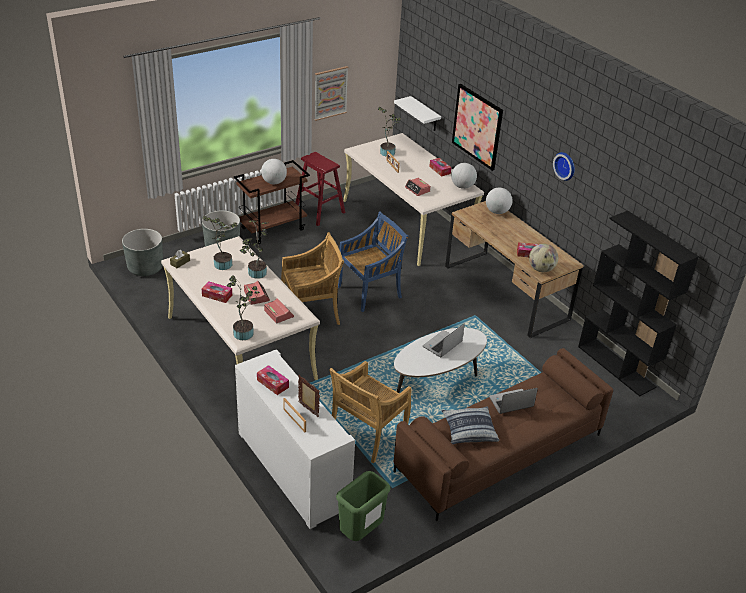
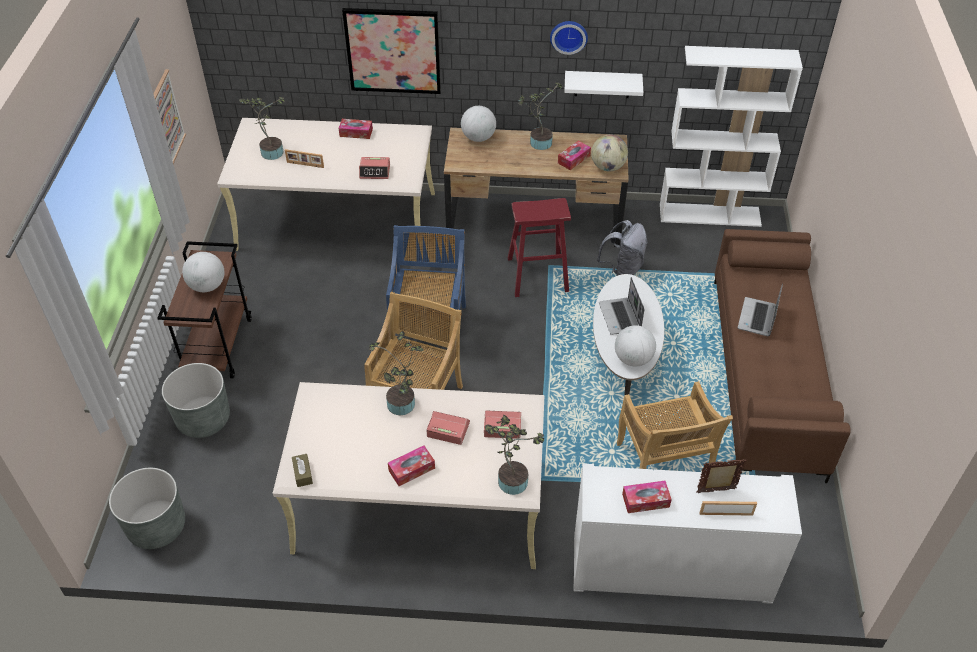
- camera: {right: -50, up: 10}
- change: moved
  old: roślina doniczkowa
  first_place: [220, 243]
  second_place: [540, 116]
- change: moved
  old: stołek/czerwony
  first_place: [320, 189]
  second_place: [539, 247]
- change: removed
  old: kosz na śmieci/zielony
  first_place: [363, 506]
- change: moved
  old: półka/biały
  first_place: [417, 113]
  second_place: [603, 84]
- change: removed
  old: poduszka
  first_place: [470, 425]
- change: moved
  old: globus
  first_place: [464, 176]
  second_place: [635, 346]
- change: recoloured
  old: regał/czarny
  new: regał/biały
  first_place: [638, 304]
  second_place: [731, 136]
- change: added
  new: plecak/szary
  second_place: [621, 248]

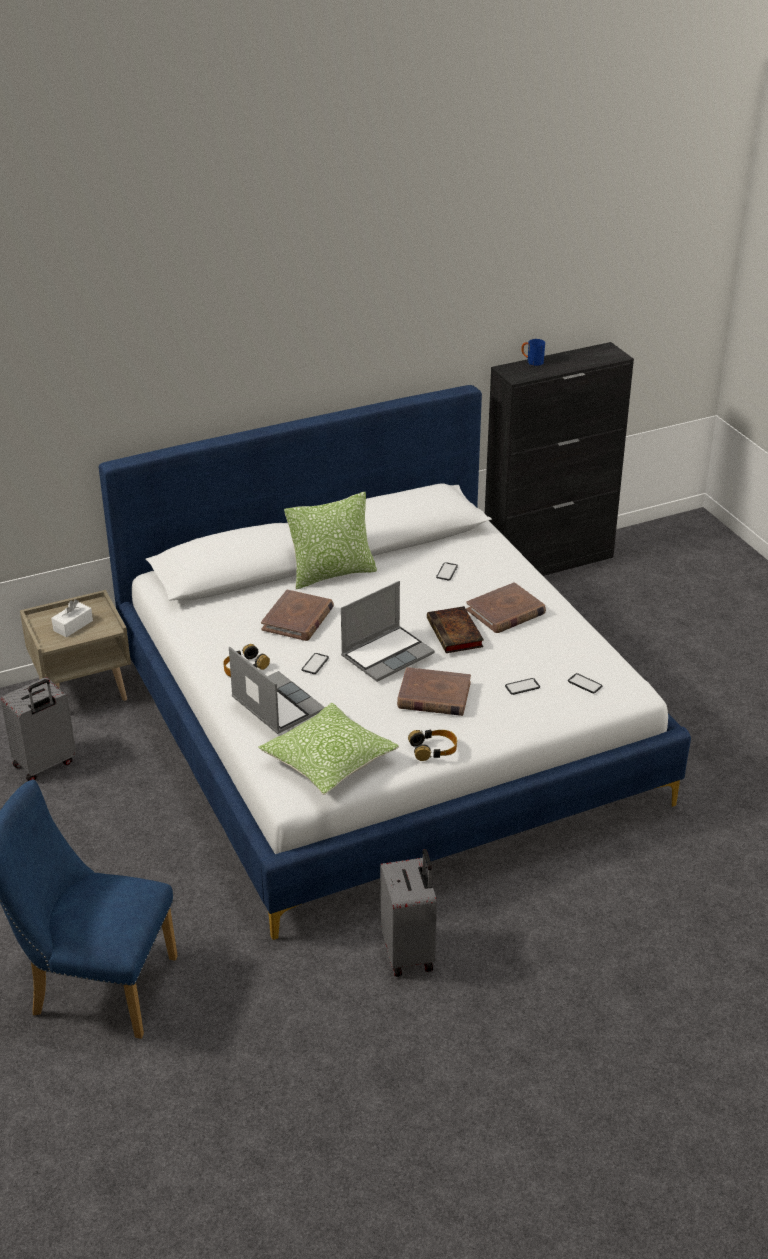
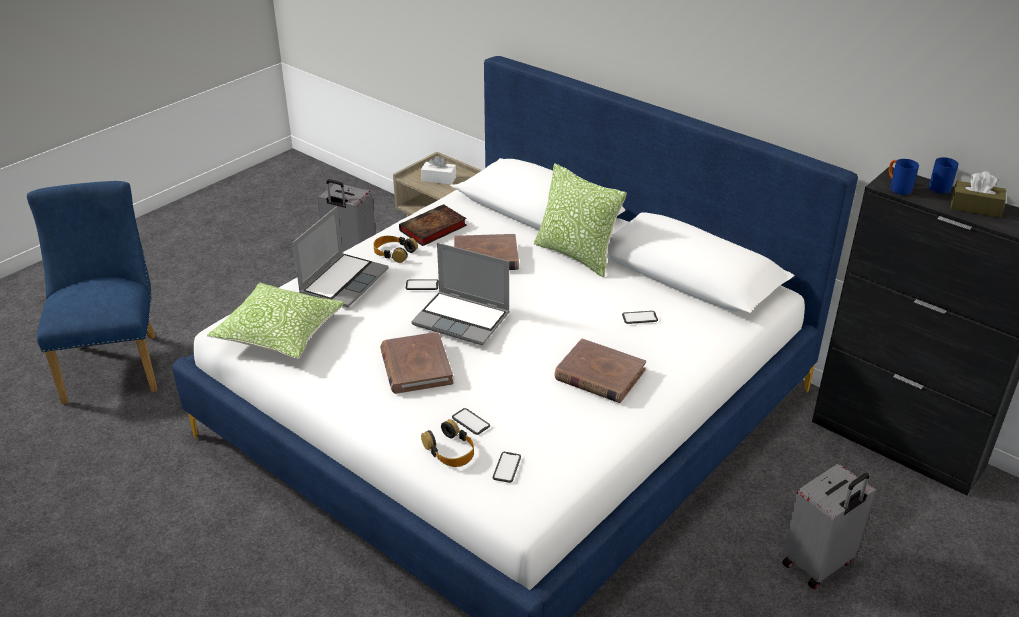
- camera: {right: 65, up: 0}
- change: moved
  old: walizka/szary
  first_place: [408, 913]
  second_place: [829, 526]
- change: moved
  old: słuchawki
  first_place: [432, 745]
  second_place: [447, 443]
- change: moved
  old: książka
  first_place: [455, 629]
  second_place: [433, 225]
- change: added
  new: kubek/niebieski
  second_place: [904, 177]
- change: added
  new: pudełko chusteczek/brązowy
  second_place: [978, 194]

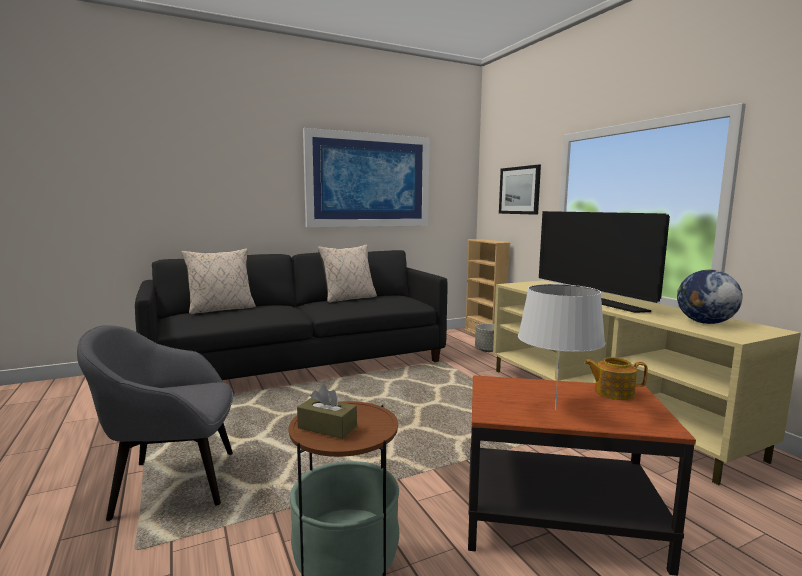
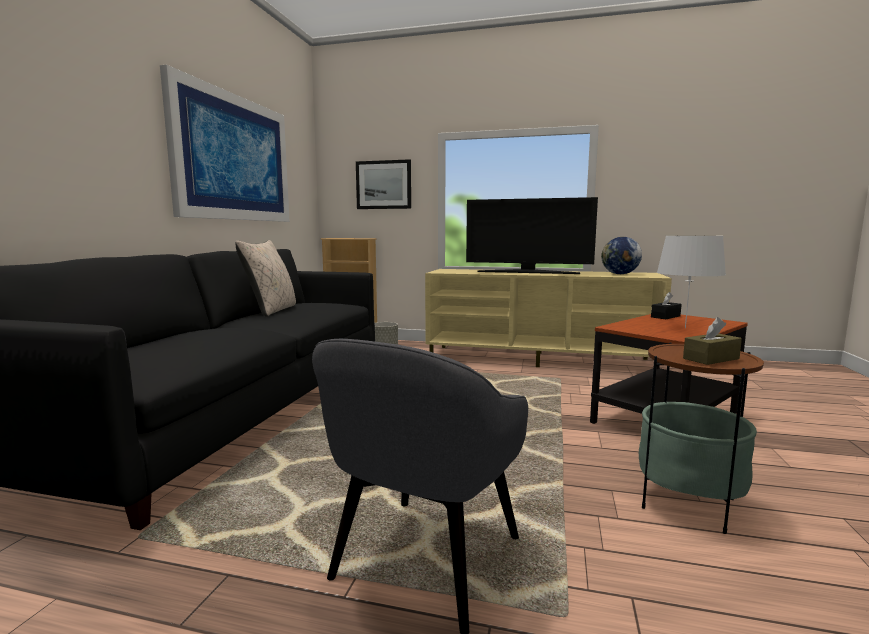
- camera: {right: -50, up: 0}
- change: removed
  old: poduszka/beżowy
  first_place: [218, 281]
- change: replaced
  old: imbryk
  new: pudełko chusteczek/czarny
  first_place: [616, 378]
  second_place: [666, 305]

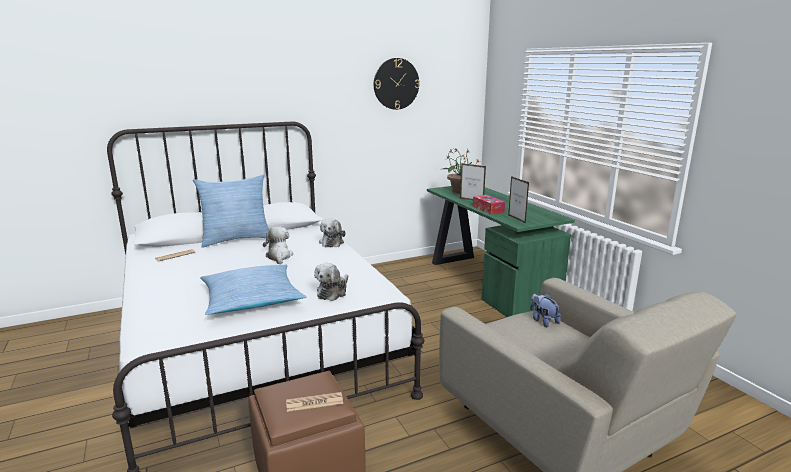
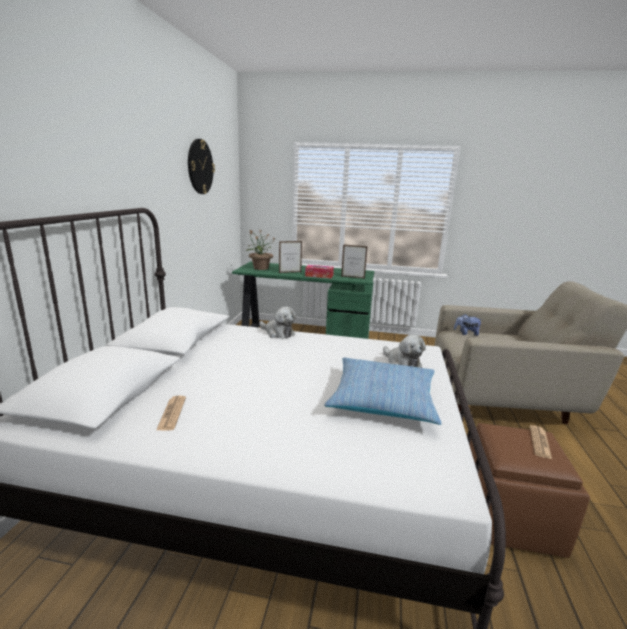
- camera: {right: -55, up: 0}
- change: removed
  old: poduszka
  first_place: [231, 211]
- change: removed
  old: pluszak
  first_place: [278, 245]

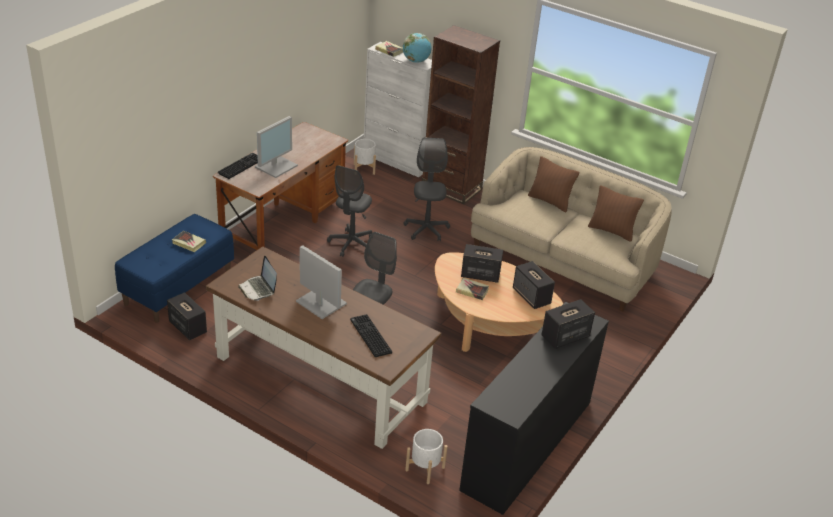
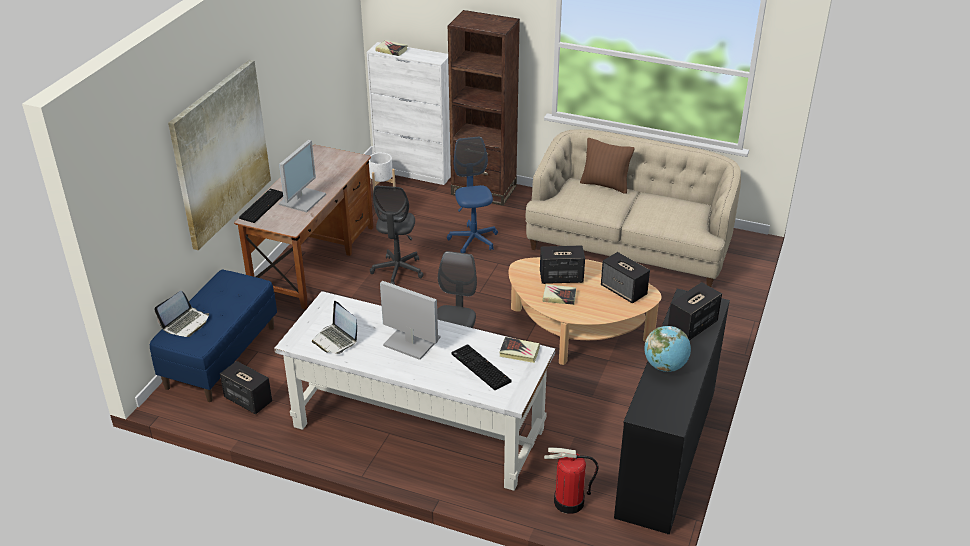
- camera: {right: -10, up: 0}
- change: moved
  old: książka
  first_place: [189, 241]
  second_place: [519, 350]
- change: recoloured
  old: biurko/brązowy
  new: biurko/biały
  first_place: [323, 347]
  second_place: [414, 391]
- change: moved
  old: globus
  first_place: [417, 48]
  second_place: [667, 349]
- change: recoloured
  old: krzesło biurowe/szary
  new: krzesło biurowe/niebieski
  first_place: [427, 189]
  second_place: [472, 194]
- change: replaced
  old: donica/biały
  new: gaśnica
  first_place: [426, 456]
  second_place: [571, 480]
- change: removed
  old: poduszka/brązowy
  first_place: [616, 213]
- change: added
  new: laptop
  second_place: [181, 314]
- change: added
  new: obraz
  second_place: [219, 155]

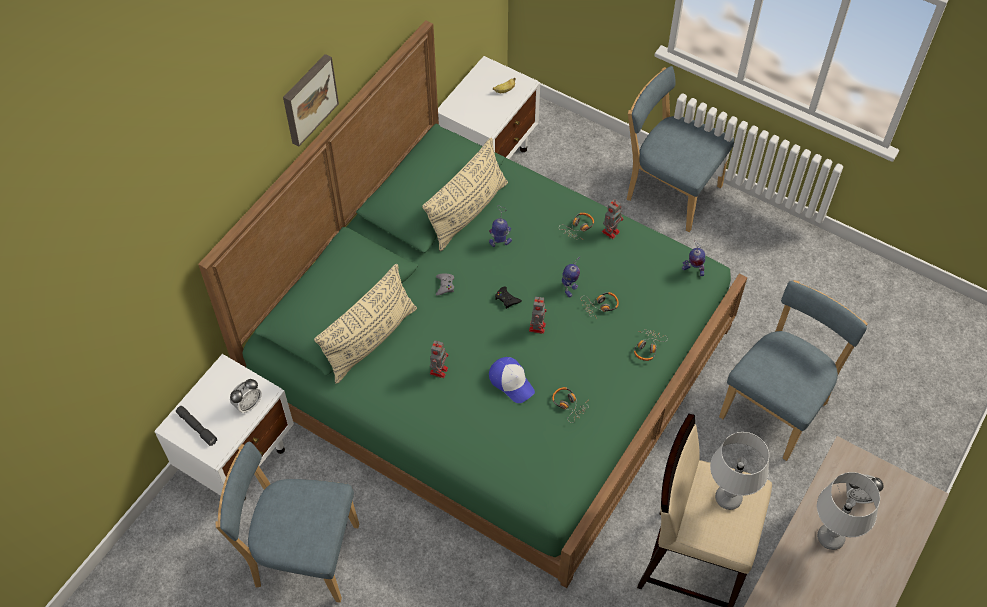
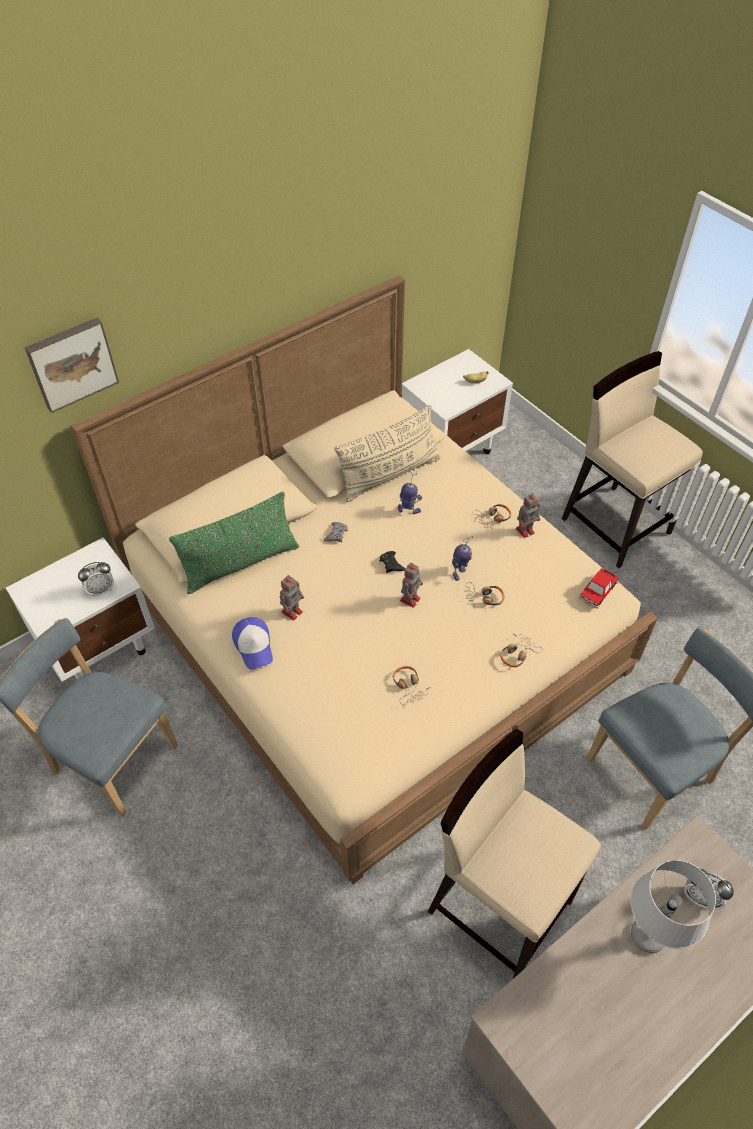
- camera: {right: 20, up: -5}
- change: removed
  old: latarka/szary
  first_place: [196, 426]
- change: recoloured
  old: łóżko/zielony
  new: łóżko/beżowy
  first_place: [472, 304]
  second_place: [364, 579]
- change: moved
  old: obraz
  first_place: [311, 100]
  second_place: [72, 365]
- change: recoloured
  old: poduszka/beżowy
  new: poduszka/zielony
  first_place: [365, 324]
  second_place: [234, 543]
- change: moved
  old: czapka z daszkiem
  first_place: [512, 380]
  second_place: [252, 643]
- change: replaced
  old: krzesło/niebieski
  new: stołek/beżowy
  first_place: [680, 149]
  second_place: [632, 459]
- change: replaced
  old: robot zabawkowy
  new: samochodzik
  first_place: [693, 258]
  second_place: [599, 588]
- change: removed
  old: lampa stołowa/szary
  first_place: [739, 471]

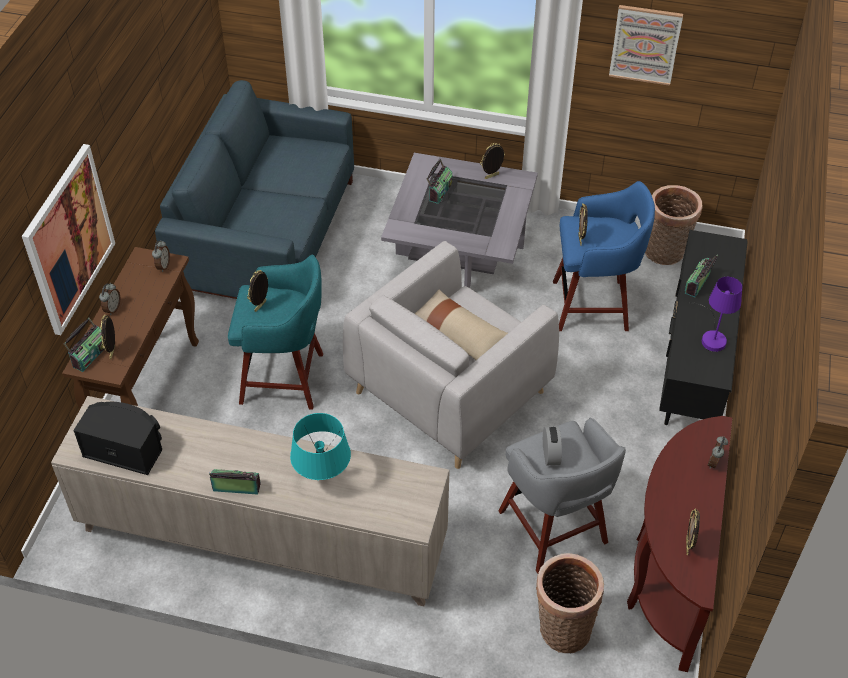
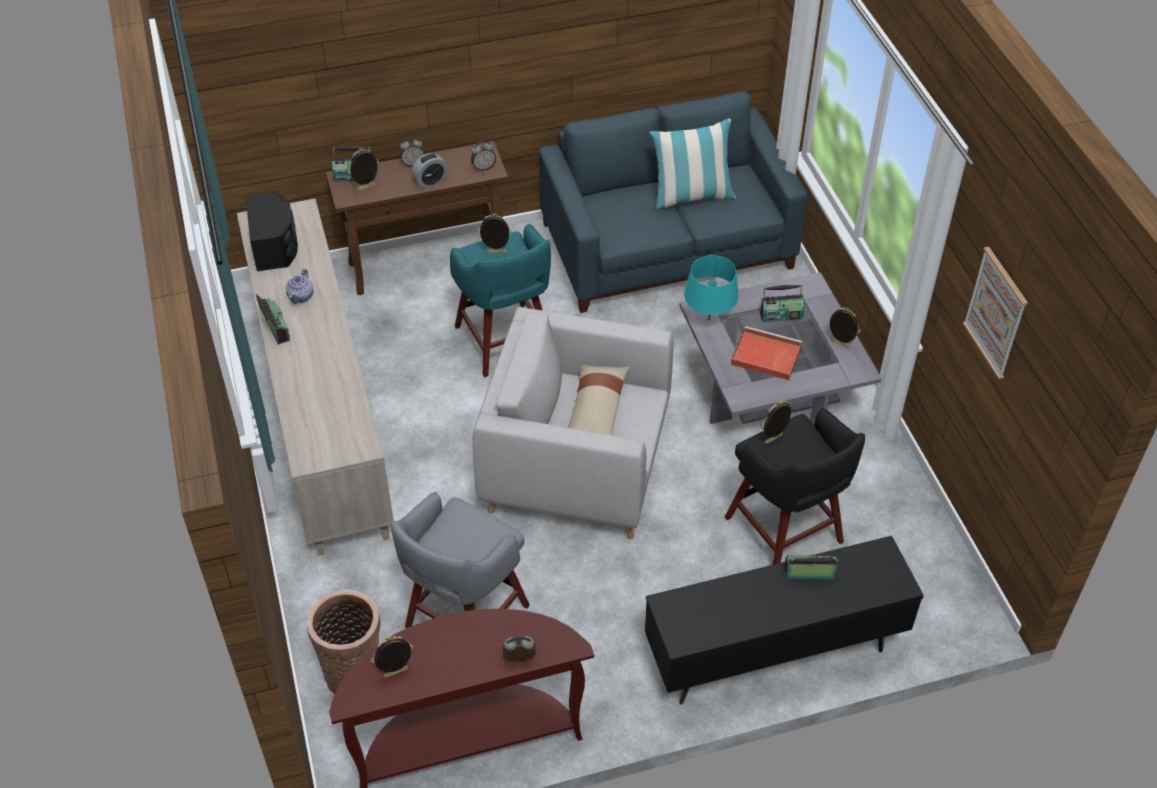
- camera: {right: 60, up: 0}
- change: removed
  old: obraz
  first_place: [68, 239]
- change: moved
  old: lampa stołowa/turkusowy
  first_place: [320, 446]
  second_place: [711, 288]
- change: moved
  old: budzik
  first_place: [552, 445]
  second_place: [430, 171]
- change: recoloured
  old: stołek/niebieski
  new: stołek/czarny
  first_place: [604, 256]
  second_place: [795, 486]
- change: removed
  old: koszyk
  first_place: [674, 225]
- change: removed
  old: lampa stołowa/fioletowy
  first_place: [715, 314]
- change: added
  new: imbryk
  second_place: [300, 286]
- change: added
  new: poduszka
  second_place: [692, 164]
- change: added
  new: taca/czerwony
  second_place: [766, 353]

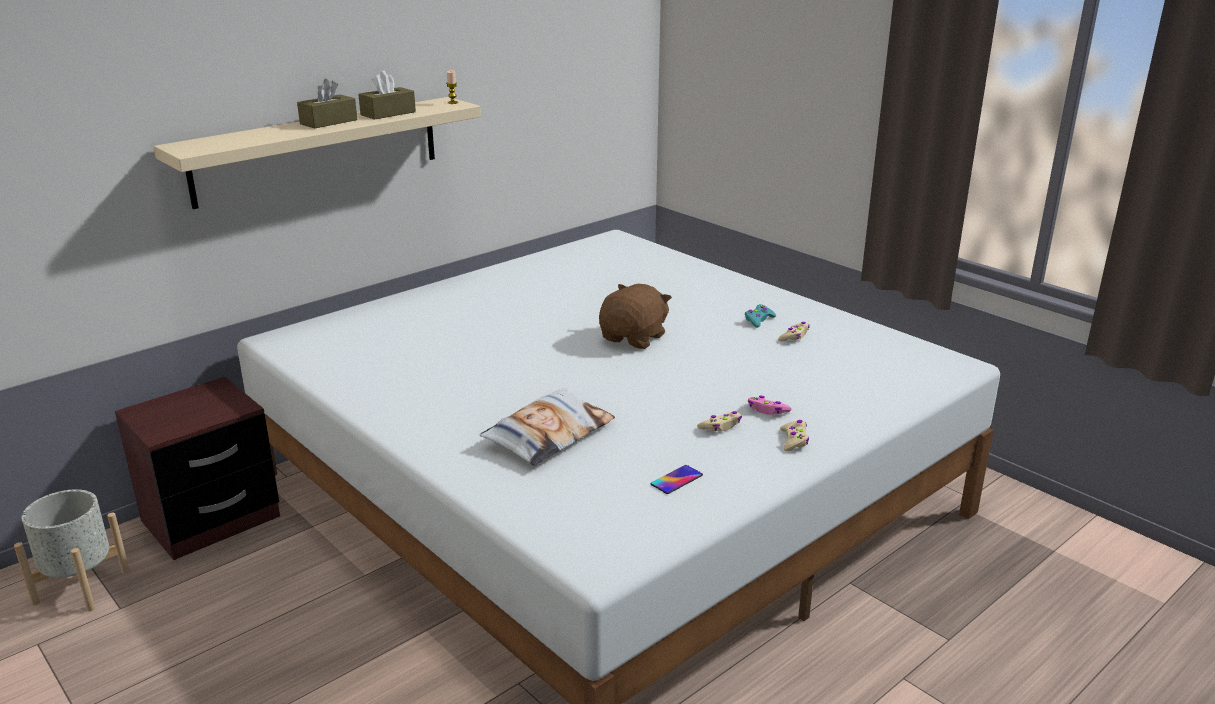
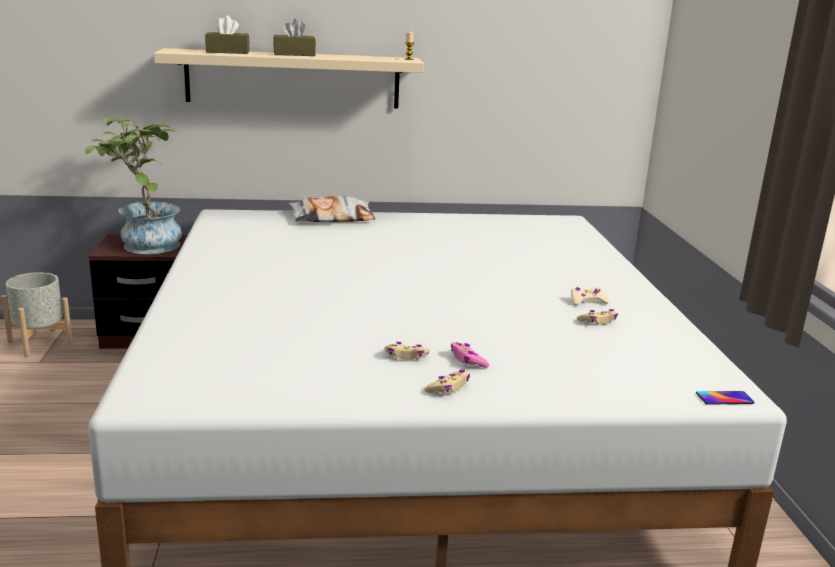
- camera: {right: 35, up: -5}
- change: moved
  old: pudełko chusteczek/brązowy
  first_place: [387, 95]
  second_place: [227, 34]
- change: moved
  old: poduszka
  first_place: [547, 427]
  second_place: [332, 209]
- change: removed
  old: pluszak/brązowy
  first_place: [635, 316]
- change: moved
  old: telefon
  first_place: [677, 479]
  second_place: [725, 398]
- change: recoloured
  old: pad do gier/turkusowy
  new: pad do gier/beżowy
  first_place: [760, 316]
  second_place: [590, 296]
- change: added
  new: roślina doniczkowa
  second_place: [133, 185]

